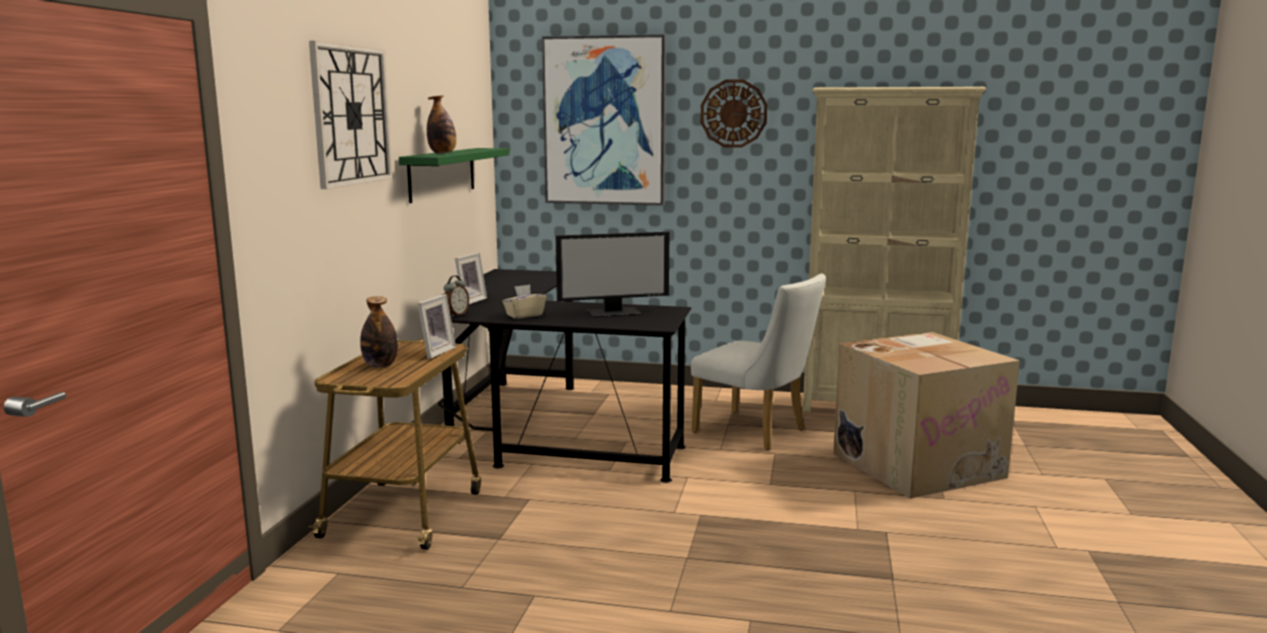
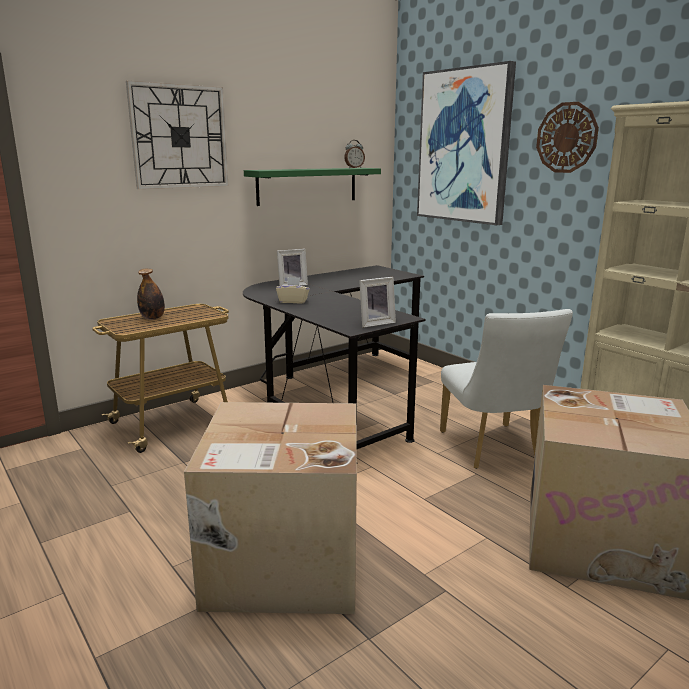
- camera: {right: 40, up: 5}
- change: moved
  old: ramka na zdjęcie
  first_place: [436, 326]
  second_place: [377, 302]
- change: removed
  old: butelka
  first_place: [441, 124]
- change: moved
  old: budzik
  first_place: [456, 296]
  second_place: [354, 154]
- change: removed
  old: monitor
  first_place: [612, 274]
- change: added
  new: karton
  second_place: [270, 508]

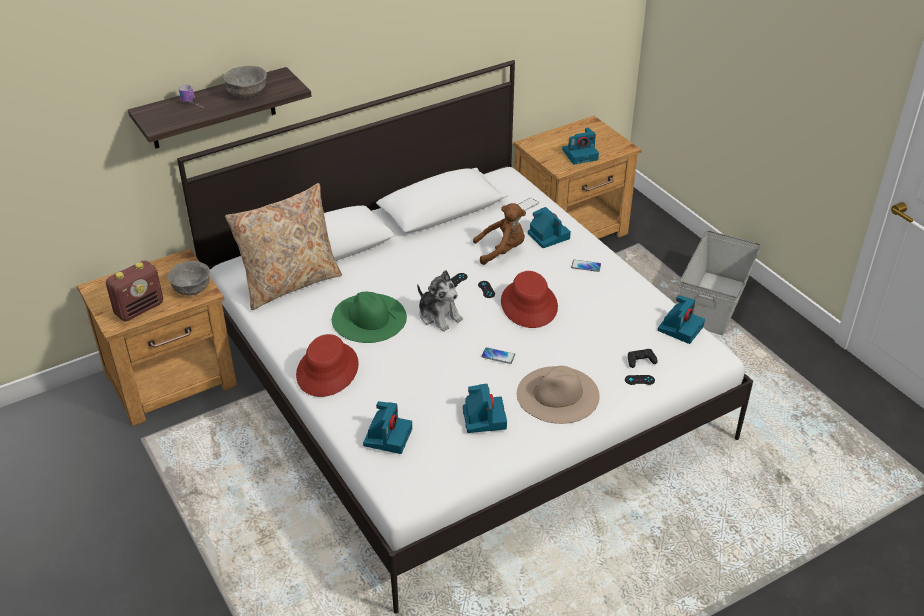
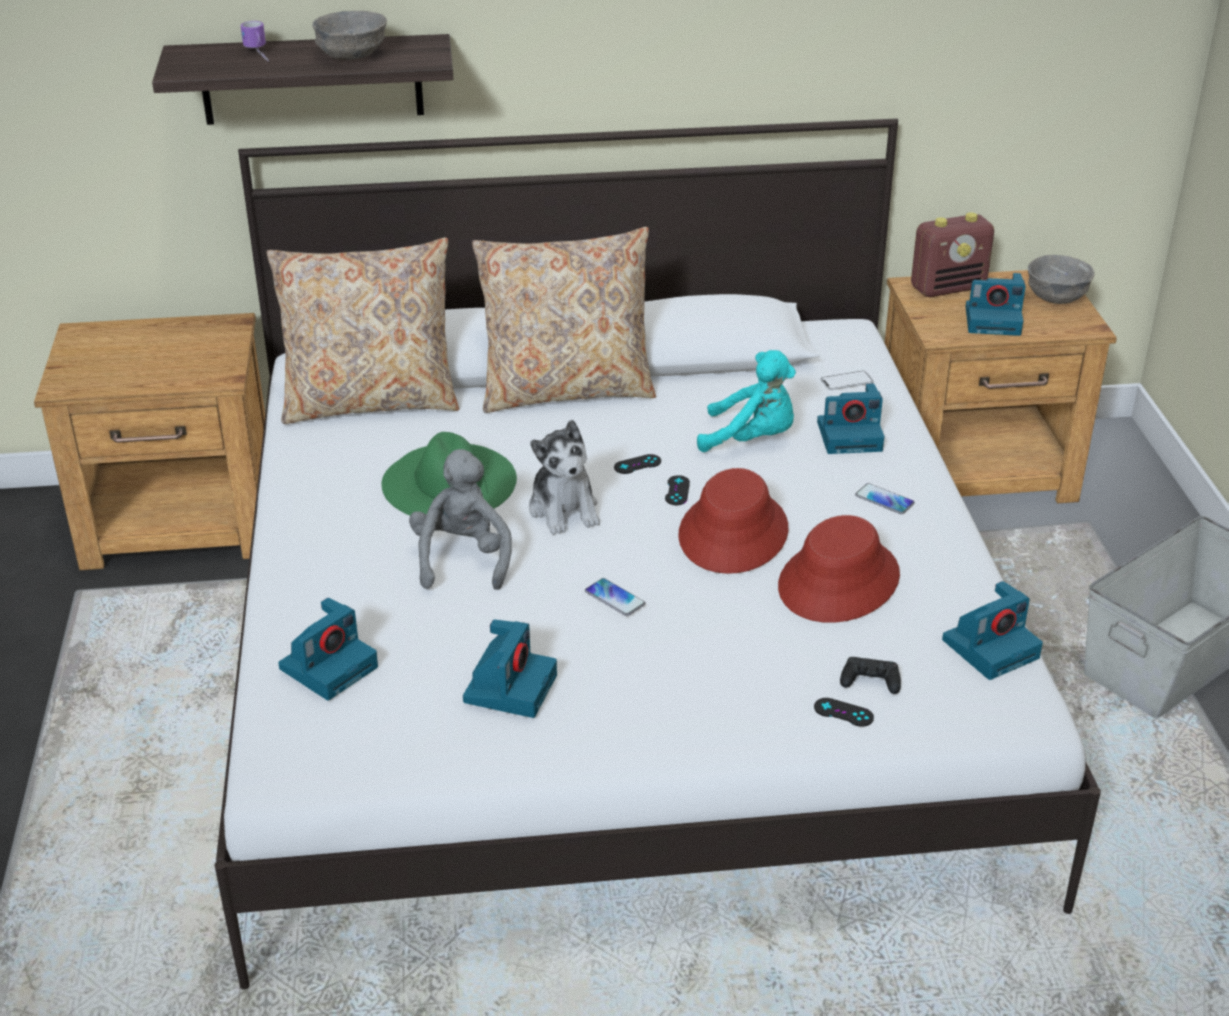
- camera: {right: 25, up: -5}
- change: moved
  old: radio
  first_place: [134, 291]
  second_place: [952, 254]
- change: moved
  old: miska/szary
  first_place: [189, 278]
  second_place: [1061, 279]
- change: moved
  old: kapelusz/czerwony
  first_place: [327, 365]
  second_place: [839, 569]
- change: recoloured
  old: pluszak/brązowy
  new: pluszak/turkusowy
  first_place: [499, 234]
  second_place: [746, 401]
- change: removed
  old: kapelusz/beżowy
  first_place: [558, 395]
- change: turned
  old: aparat fotograficzny
  first_place: [549, 227]
  second_place: [850, 418]
  degrees: 90
- change: added
  new: pluszak/szary
  second_place: [460, 519]
- change: added
  new: poduszka/beżowy
  second_place: [564, 320]

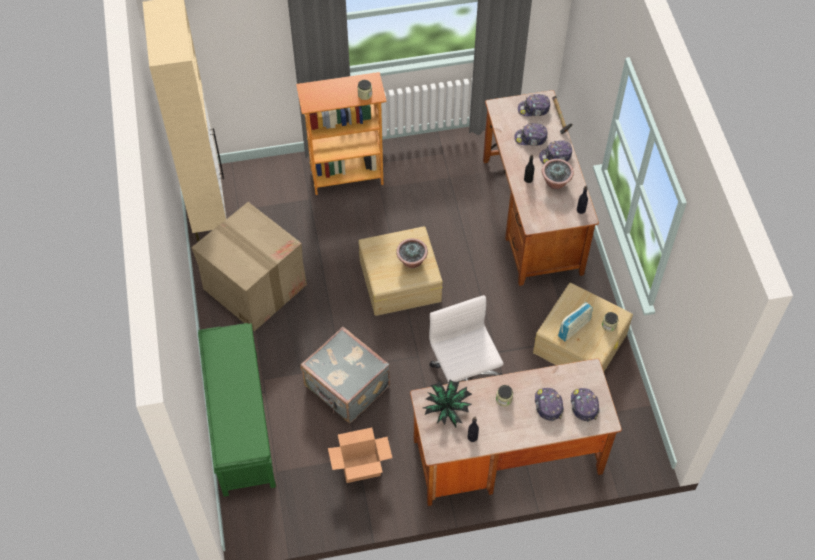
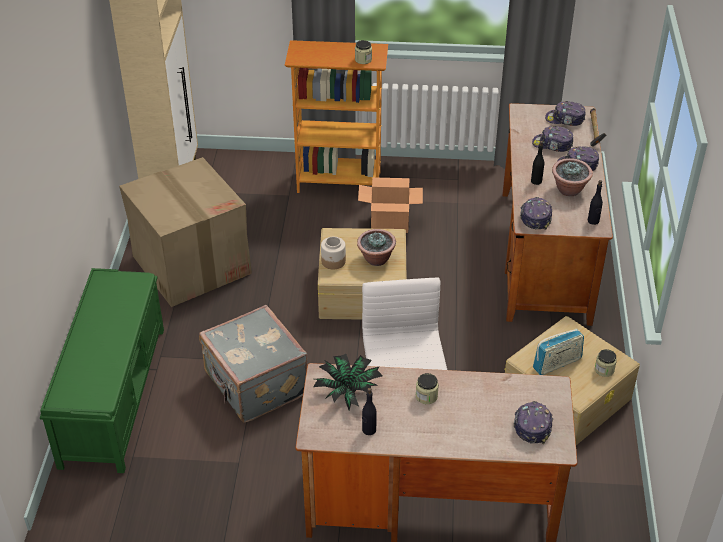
- camera: {right: 15, up: -15}
- change: moved
  old: karton
  first_place: [360, 455]
  second_place: [390, 205]
- change: moved
  old: czapka z daszkiem
  first_place: [549, 404]
  second_place: [536, 213]
- change: added
  new: słoik
  second_place: [333, 253]

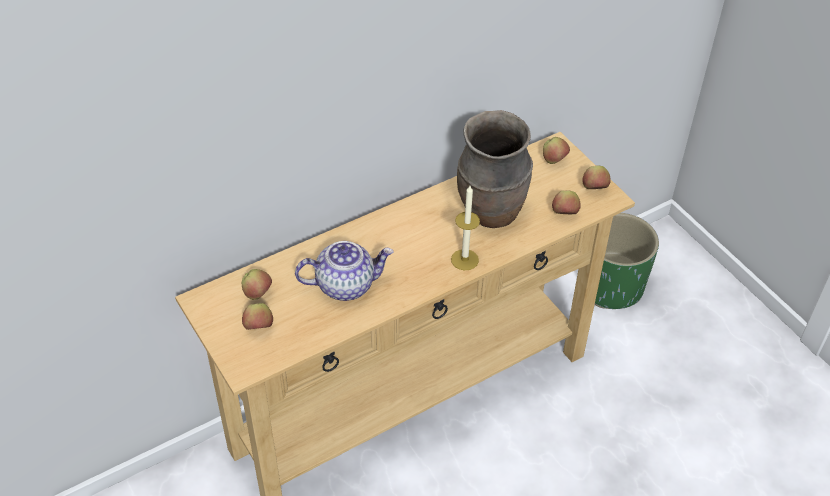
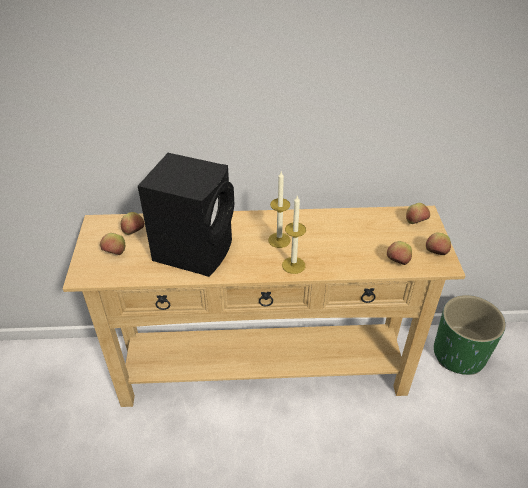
- camera: {right: 30, up: -5}
- change: replaced
  old: imbryk
  new: głośnik/czarny
  first_place: [344, 271]
  second_place: [186, 215]
- change: removed
  old: wazon/brązowy
  first_place: [495, 169]
- change: added
  new: świeca
  second_place: [279, 210]

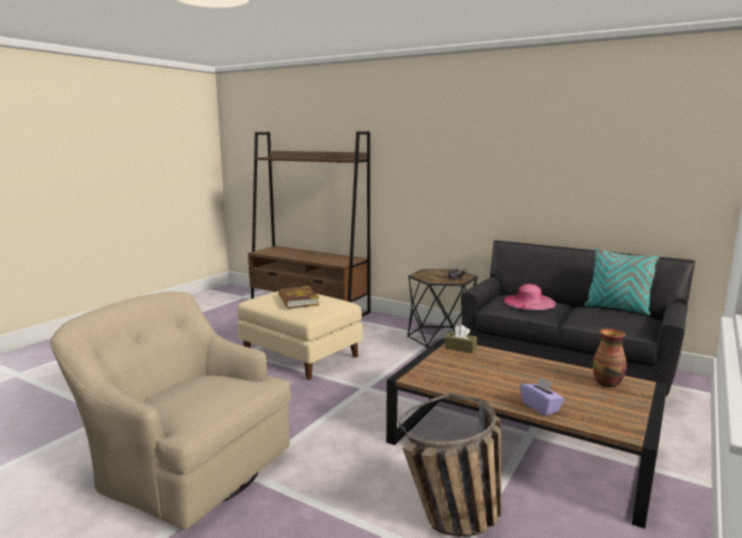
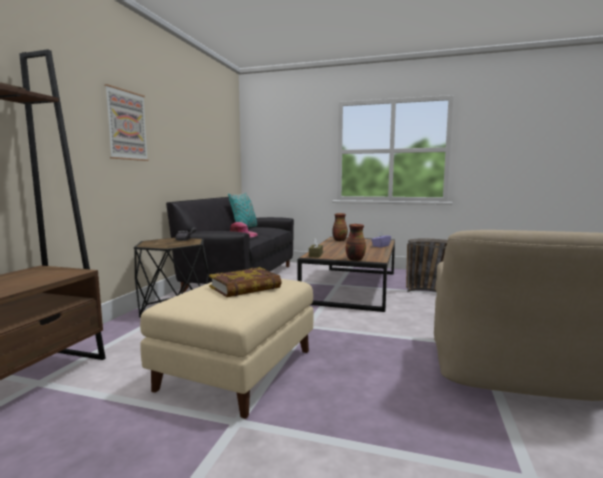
- camera: {right: -105, up: -5}
- change: added
  new: obraz
  second_place: [126, 122]
- change: added
  new: wazon
  second_place: [356, 242]

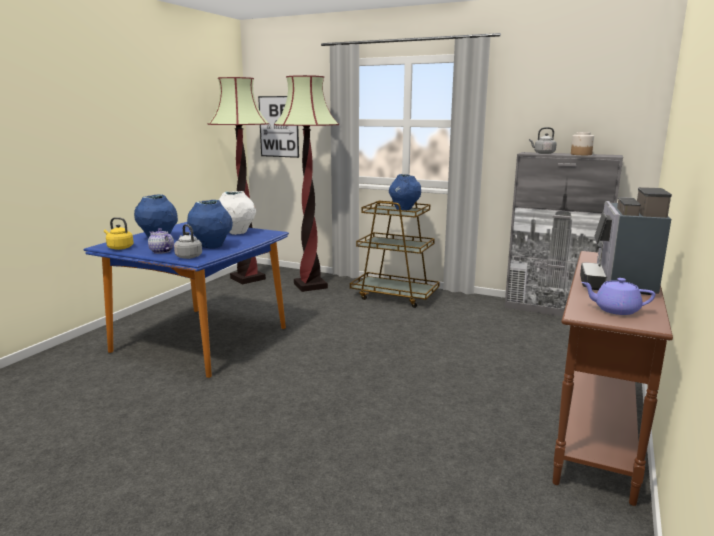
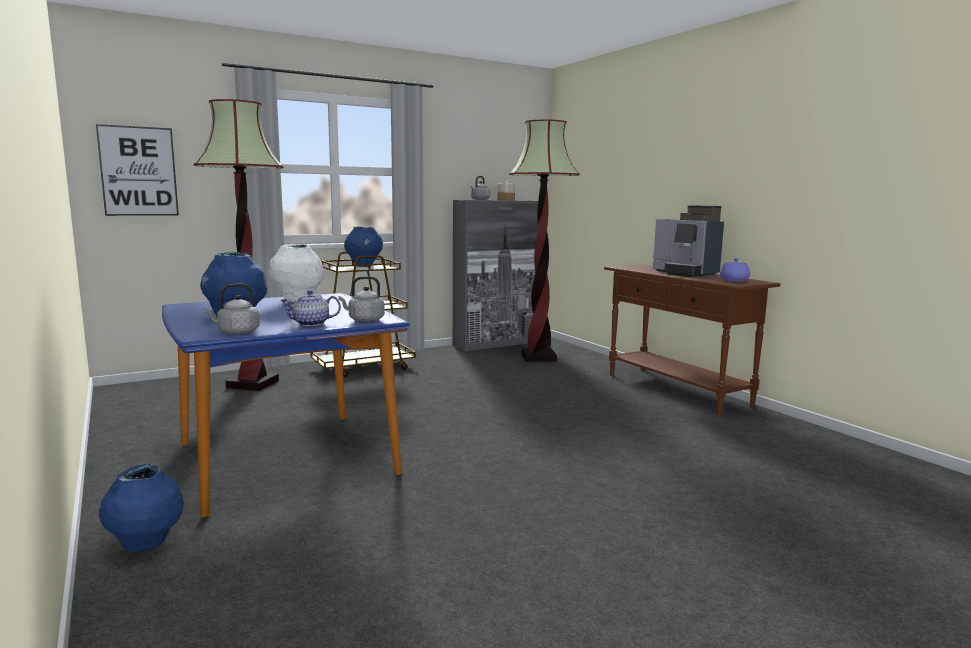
- camera: {right: -55, up: -5}
- change: recoloured
  old: czajnik/żółty
  new: czajnik/szary
  first_place: [119, 233]
  second_place: [232, 309]
- change: moved
  old: wazon/niebieski
  first_place: [210, 224]
  second_place: [141, 508]
- change: moved
  old: lampa stojąca
  first_place: [238, 180]
  second_place: [544, 241]

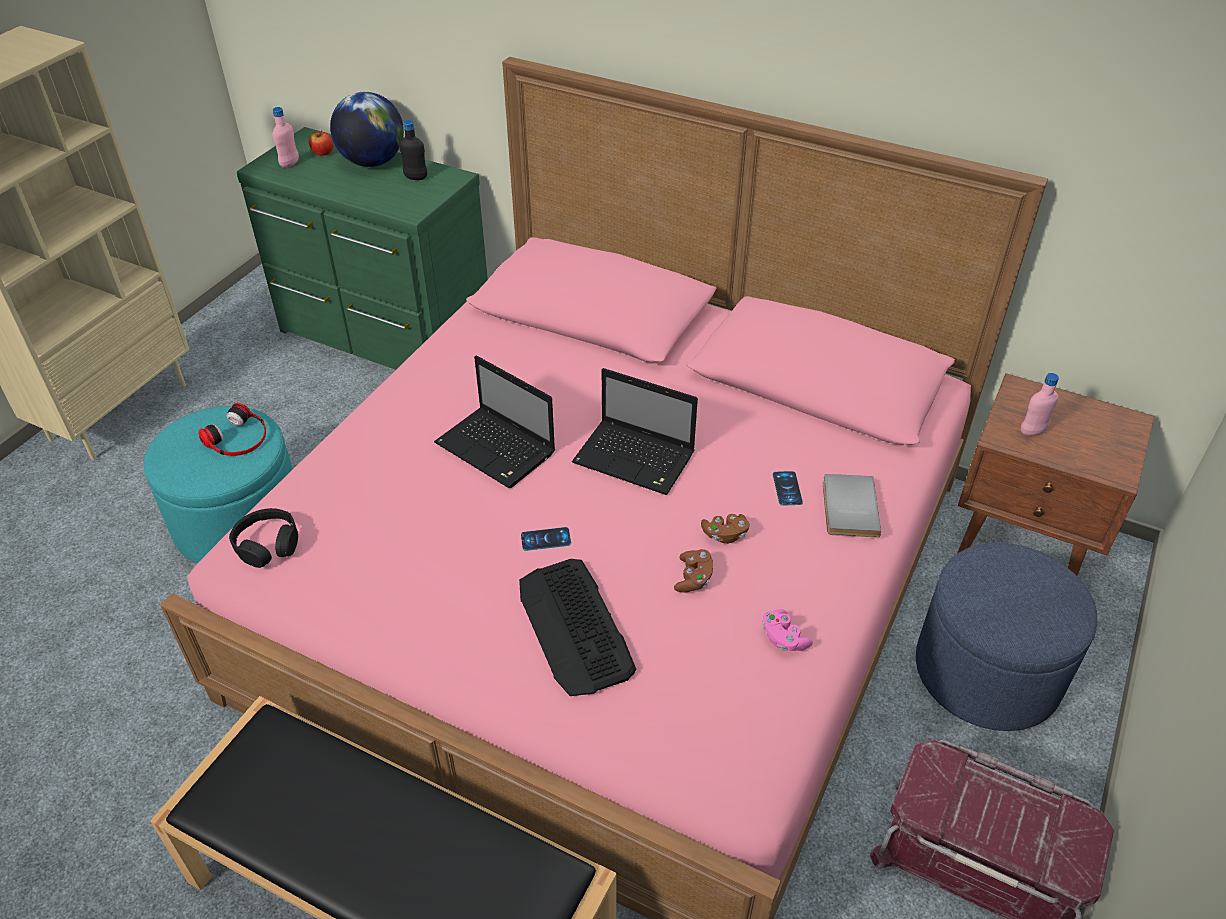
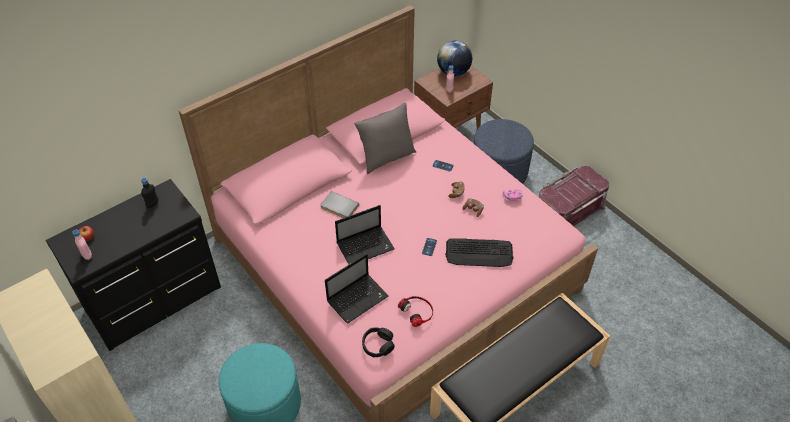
- camera: {right: -65, up: 5}
- change: moved
  old: słuchawki
  first_place: [232, 429]
  second_place: [415, 311]
- change: recoloured
  old: komoda/zielony
  new: komoda/czarny
  first_place: [362, 248]
  second_place: [133, 265]
- change: moved
  old: globus
  first_place: [367, 129]
  second_place: [454, 58]
- change: moved
  old: laptop
  first_place: [635, 431]
  second_place: [357, 289]
- change: moved
  old: książka/szary
  first_place: [852, 506]
  second_place: [339, 204]
- change: added
  new: poduszka/szary
  second_place: [385, 138]

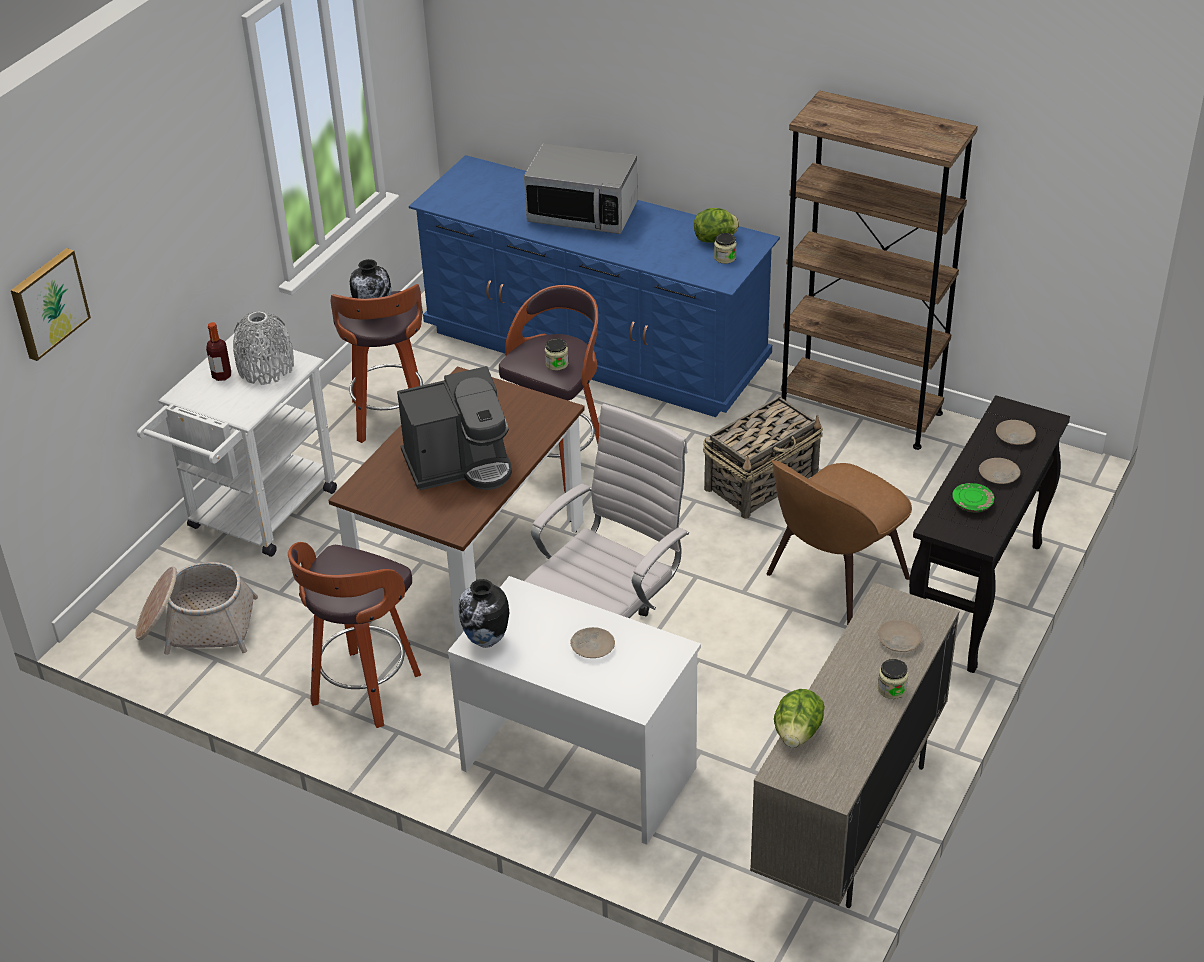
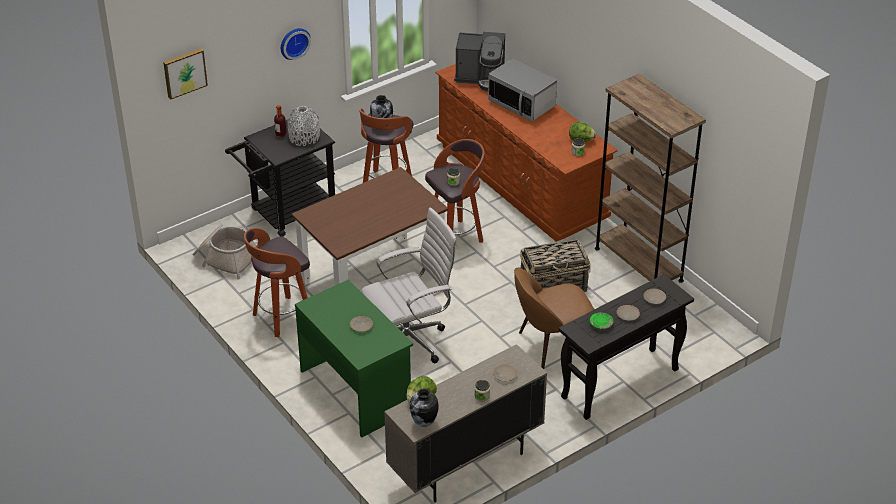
- camera: {right: 25, up: 0}
- change: recoloured
  old: wózek/biały
  new: wózek/czarny
  first_place: [237, 445]
  second_place: [280, 178]
- change: moved
  old: ekspres do kawy
  first_place: [454, 428]
  second_place: [479, 62]
- change: recoloured
  old: komoda/niebieski
  new: komoda/brązowy
  first_place: [594, 286]
  second_place: [526, 153]
- change: recoloured
  old: biurko/biały
  new: biurko/zielony
  first_place: [574, 710]
  second_place: [354, 358]
- change: moved
  old: wazon
  first_place: [484, 613]
  second_place: [424, 407]
- change: added
  new: zegar ścienny
  second_place: [296, 44]

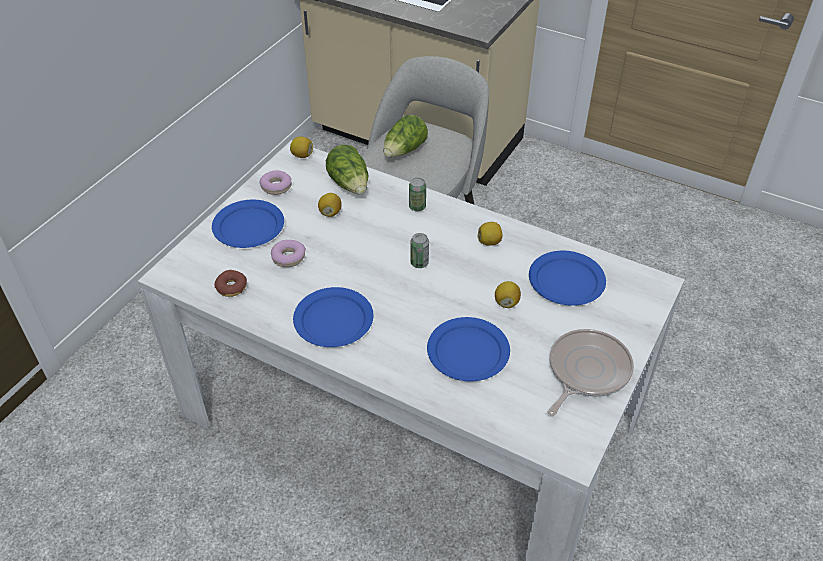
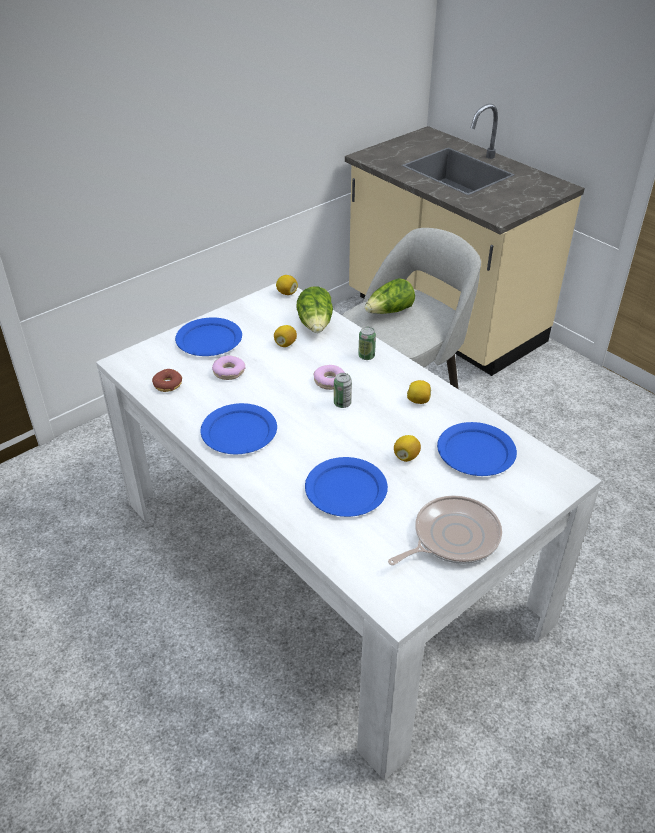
- camera: {right: 20, up: -5}
- change: moved
  old: donut
  first_place: [276, 182]
  second_place: [329, 377]

